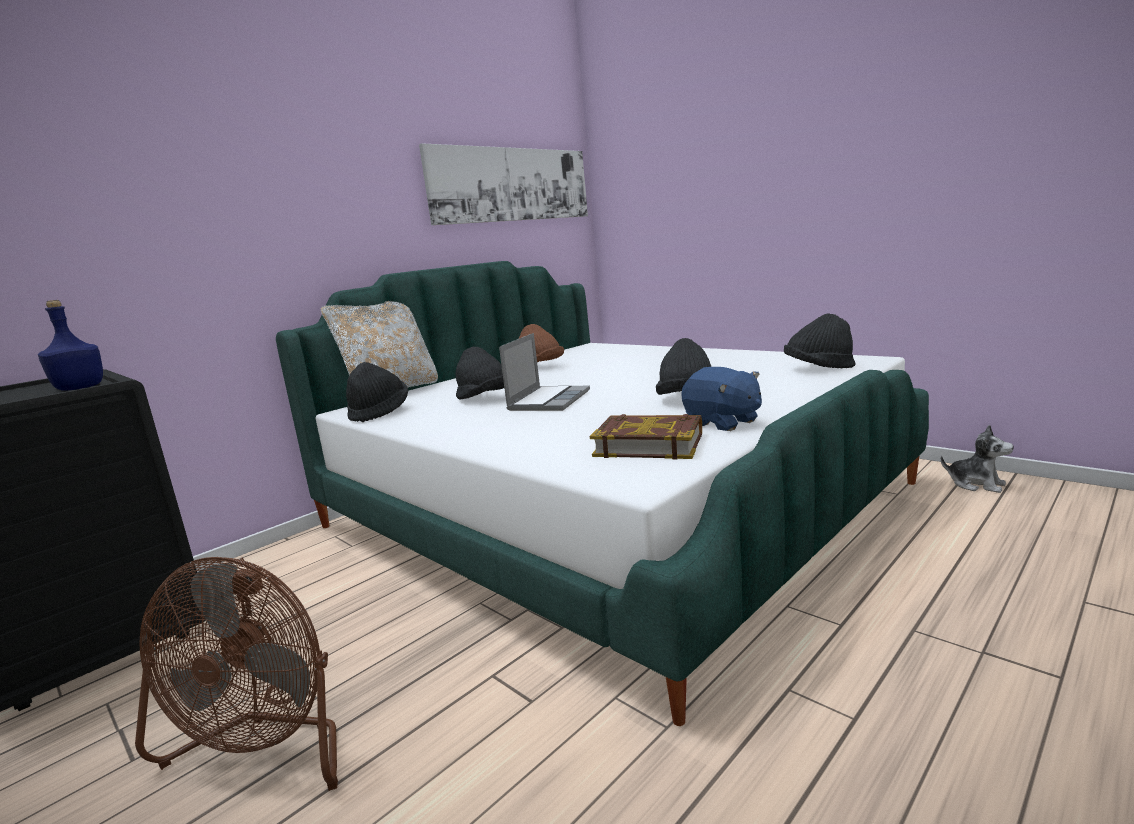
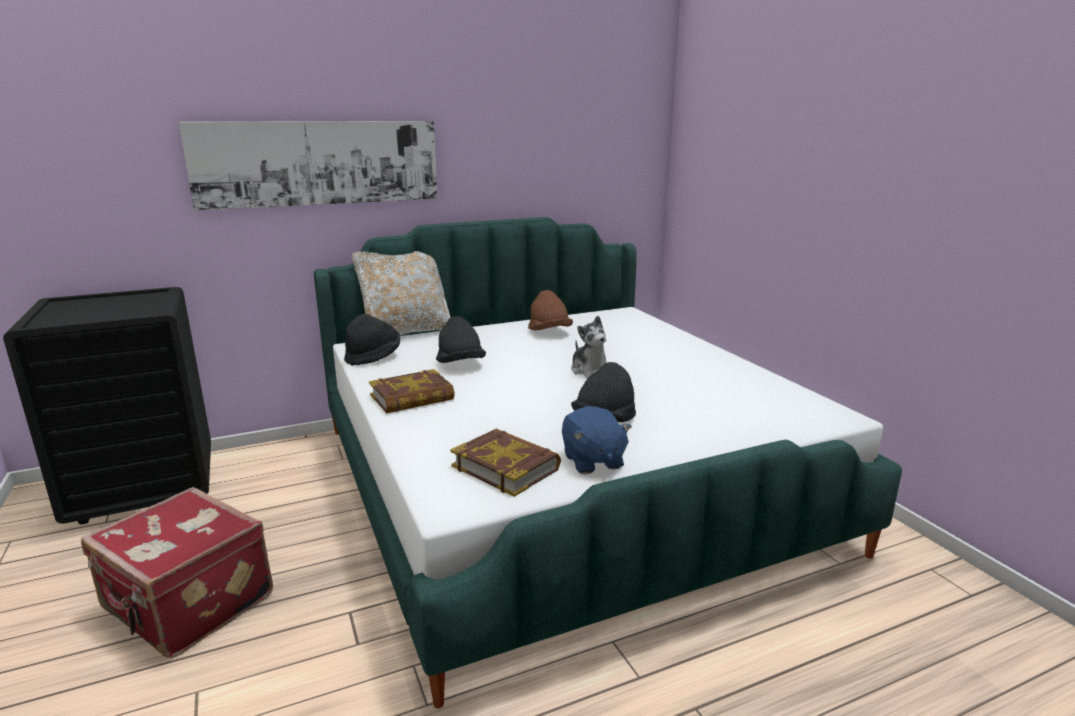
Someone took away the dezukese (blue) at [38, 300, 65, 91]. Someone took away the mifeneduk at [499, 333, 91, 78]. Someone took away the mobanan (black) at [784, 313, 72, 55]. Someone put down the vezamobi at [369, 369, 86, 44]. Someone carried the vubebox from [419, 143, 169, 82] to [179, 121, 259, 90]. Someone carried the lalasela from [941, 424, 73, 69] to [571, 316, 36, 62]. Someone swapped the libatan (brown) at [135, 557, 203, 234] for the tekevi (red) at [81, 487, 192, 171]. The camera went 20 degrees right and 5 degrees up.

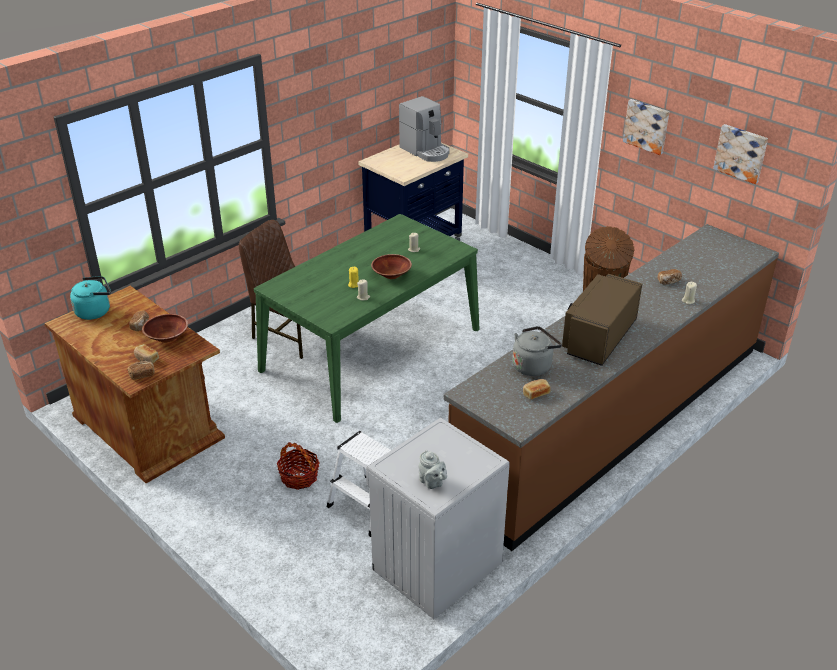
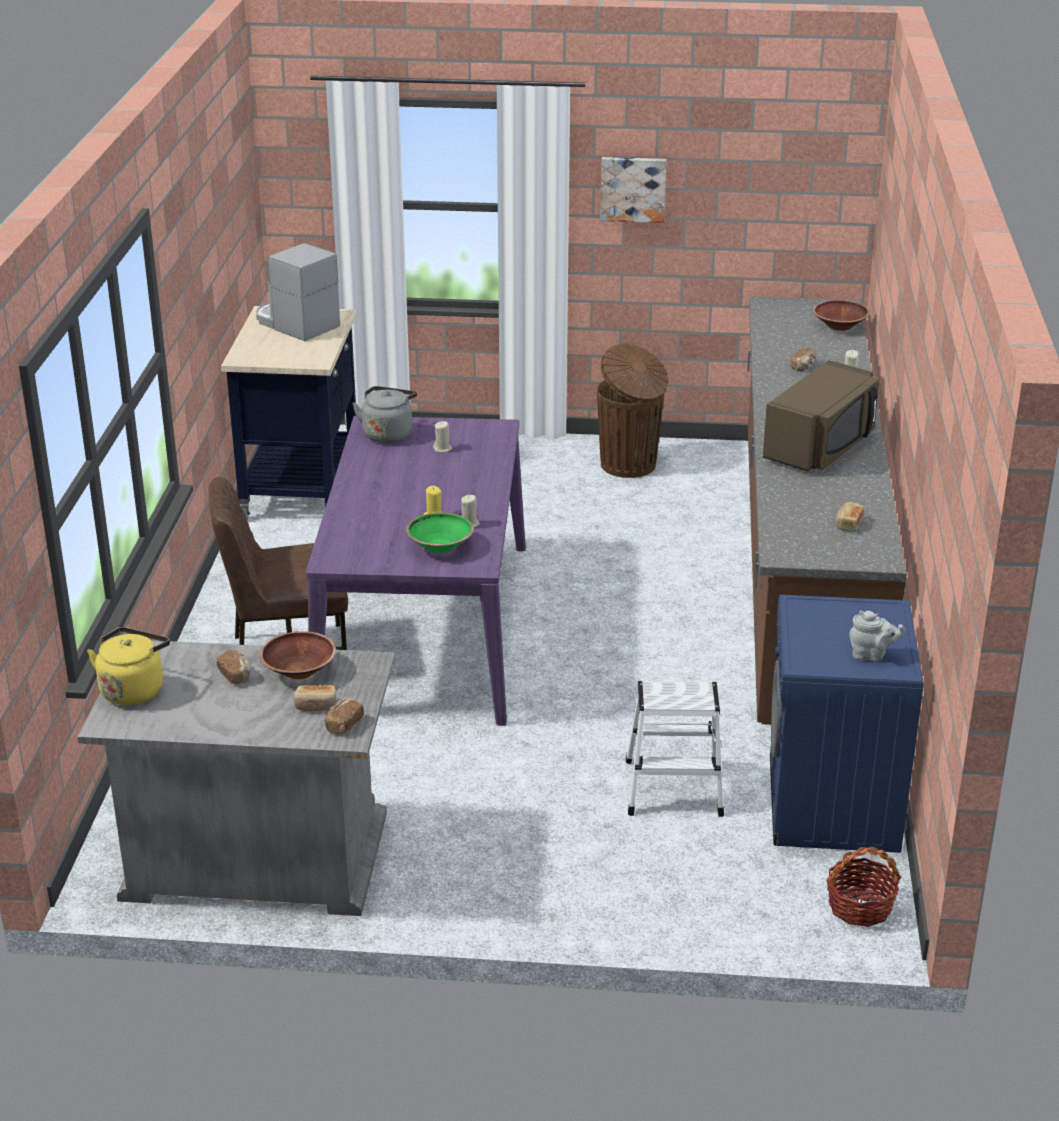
Someone took away the vubebox at [713, 124, 55, 60]. Someone put down the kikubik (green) at [406, 513, 68, 40]. Someone carried the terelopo from [277, 442, 42, 48] to [826, 847, 75, 80]. Someone carried the kikubik (brown) from [371, 254, 41, 25] to [813, 300, 57, 31]. Someone carried the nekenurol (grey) from [512, 326, 50, 50] to [352, 386, 65, 57]. Someone repainted the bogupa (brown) at [44, 286, 181, 197], which became the bogupa (grey) at [77, 640, 318, 276]. Someone repainted the nekenurol (turquoise) at [70, 276, 41, 44], which became the nekenurol (yellow) at [87, 627, 83, 78]. Someone repainted the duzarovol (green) at [254, 214, 226, 209], which became the duzarovol (purple) at [306, 416, 220, 310]. Someone repainted the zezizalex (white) at [366, 418, 144, 201], which became the zezizalex (blue) at [770, 595, 154, 258]. Someone rotated the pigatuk at [399, 96, 51, 66] by 150 degrees counterclockwise. Someone rotated the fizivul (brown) at [562, 274, 80, 92] by 135 degrees counterclockwise. The camera went 40 degrees left and 5 degrees down.

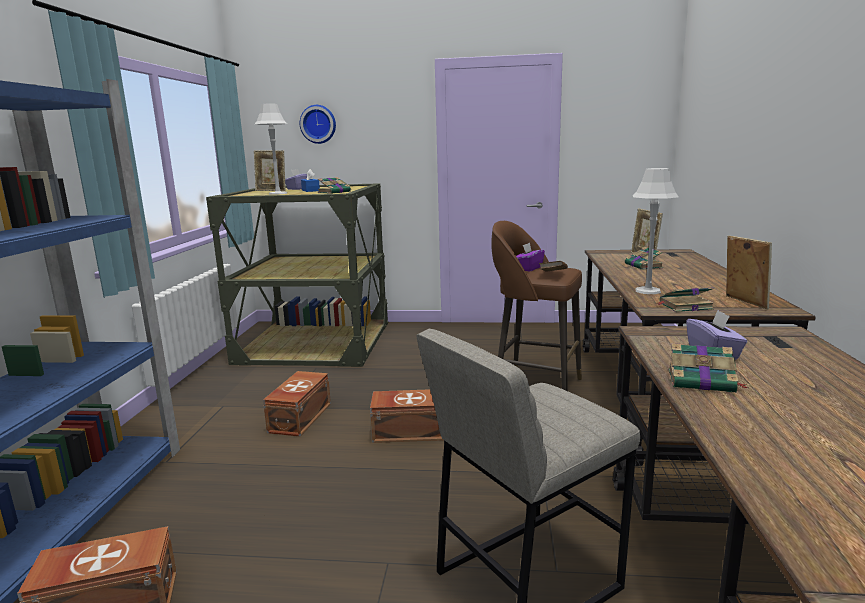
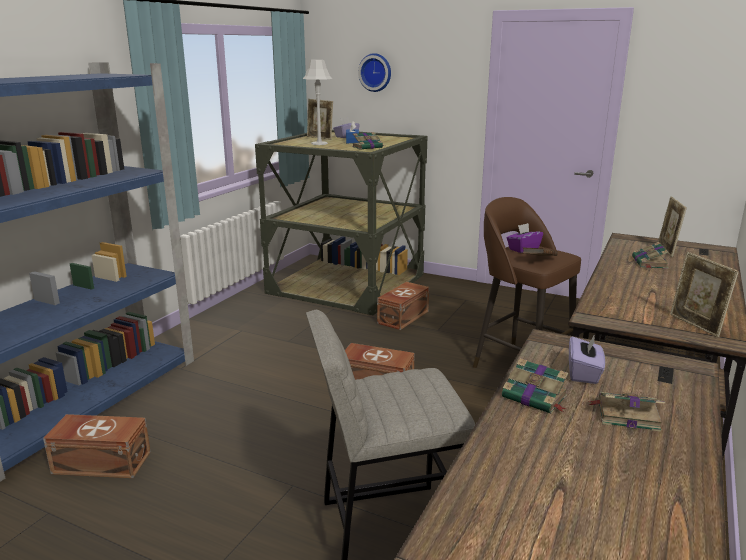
Someone took away the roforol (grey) at [633, 168, 46, 126]. Someone carried the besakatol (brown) from [263, 371, 68, 66] to [377, 282, 52, 48]. Someone carried the vezamobi from [656, 287, 58, 25] to [589, 392, 76, 40]. Someone rotated the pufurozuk at [726, 236, 46, 73] by 150 degrees clockwise. The camera went 20 degrees right and 5 degrees up.

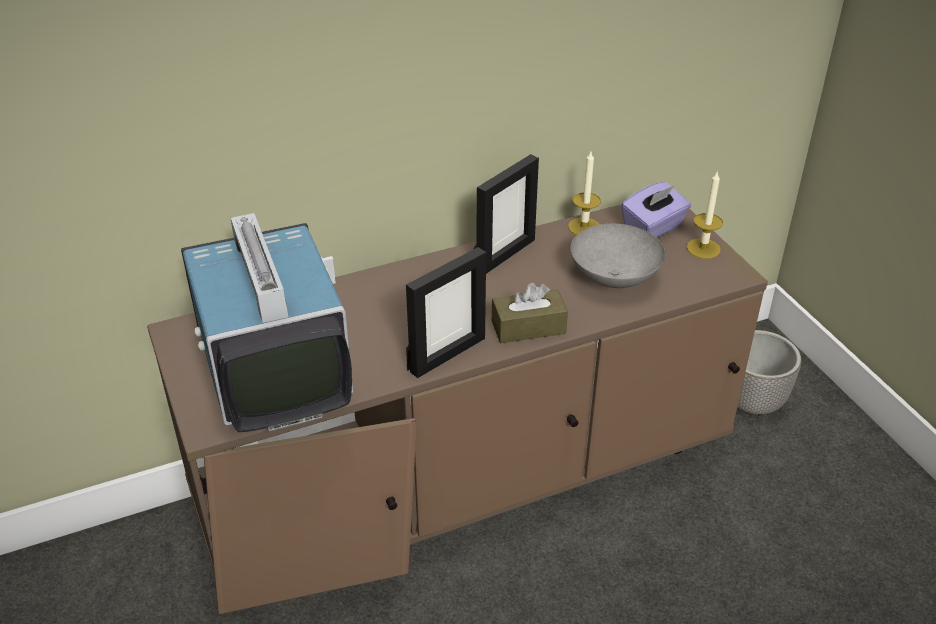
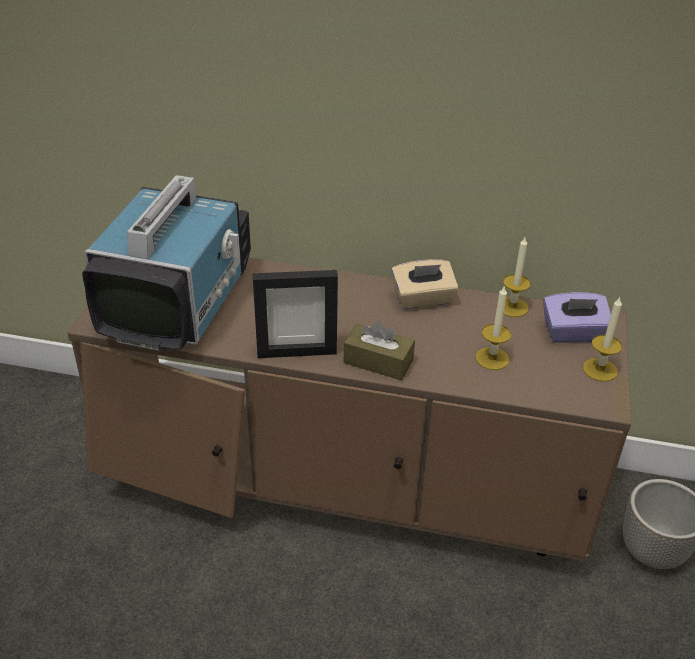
Someone swapped the pufurozuk at [474, 154, 65, 120] for the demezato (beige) at [391, 259, 67, 51]. Someone swapped the kikubik (grey) at [571, 224, 94, 64] for the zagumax at [476, 285, 35, 85]. The camera went 35 degrees right and 0 degrees up.

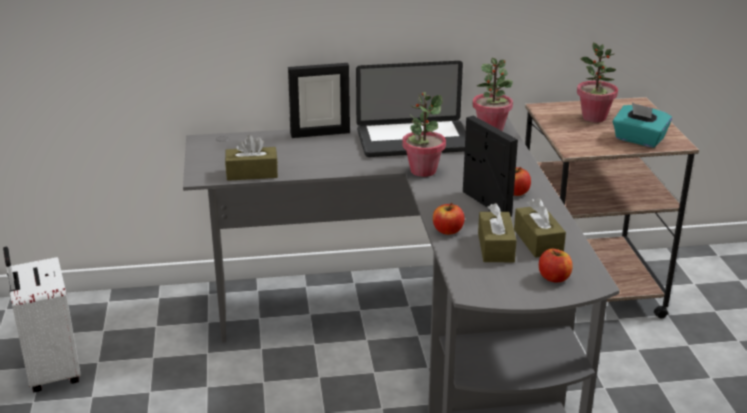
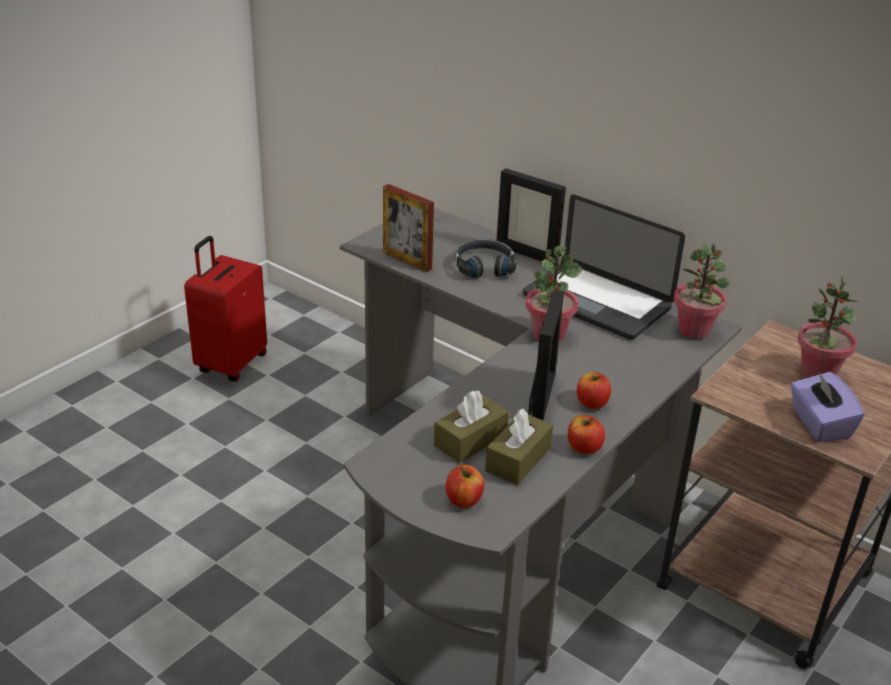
Someone put down the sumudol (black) at [456, 239, 60, 39]. Someone carried the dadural from [433, 203, 31, 32] to [568, 415, 37, 39]. Someone swapped the demezato (brown) at [225, 135, 53, 46] for the pufurozuk at [383, 184, 51, 88]. Someone repainted the tekevi (white) at [3, 247, 78, 145], which became the tekevi (red) at [184, 236, 83, 146]. Someone repainted the demezato (turquoise) at [613, 103, 59, 45], which became the demezato (purple) at [791, 372, 73, 70]. The camera went 45 degrees right and 5 degrees up.

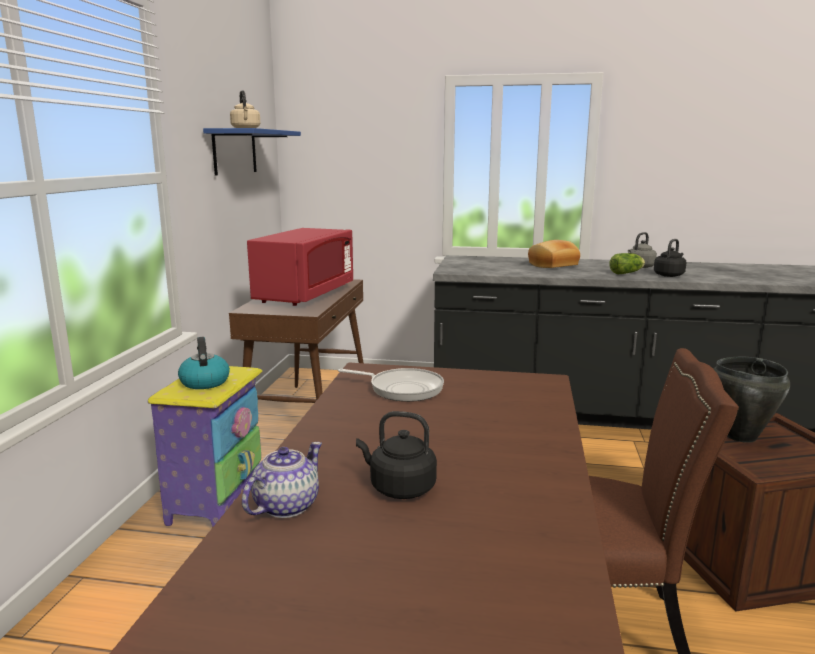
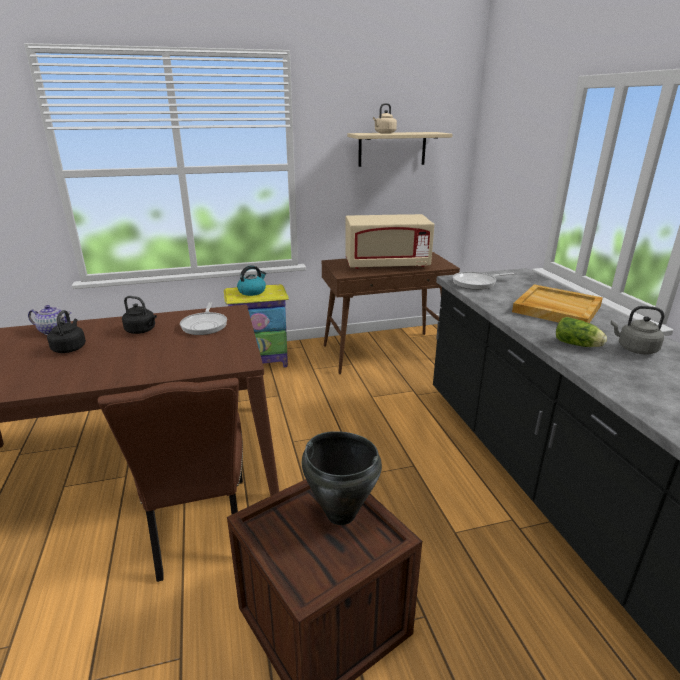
Someone put down the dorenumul at [453, 272, 61, 18]. Someone carried the nekenurol (black) from [654, 239, 32, 38] to [122, 296, 35, 38]. Someone swapped the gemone at [528, 240, 52, 28] for the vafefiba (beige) at [512, 284, 91, 39]. Someone repainted the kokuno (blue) at [203, 128, 98, 48], which became the kokuno (beige) at [347, 132, 106, 35]. Someone repainted the fizivul (red) at [247, 228, 106, 78], which became the fizivul (beige) at [345, 214, 89, 55]. The camera went 65 degrees right and 10 degrees up.

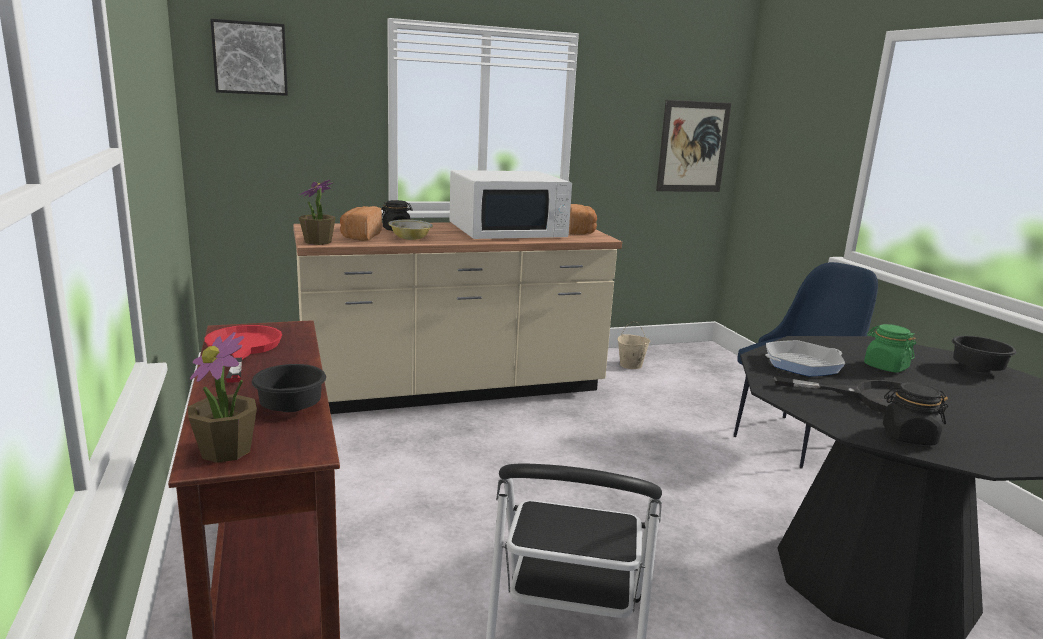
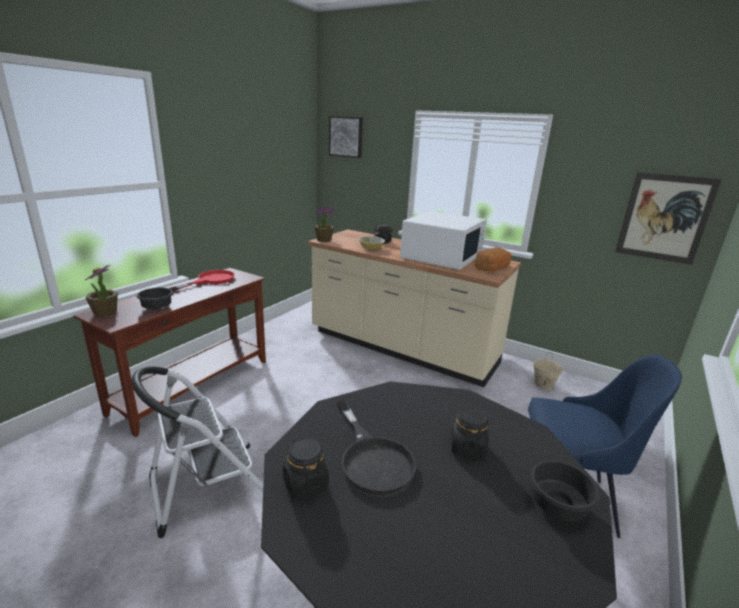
Someone took away the gemone at [340, 206, 42, 35]. Someone took away the dorenumul at [766, 340, 79, 36]. Someone repainted the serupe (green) at [864, 324, 52, 49], which became the serupe (black) at [451, 407, 38, 52]. Someone rotated the fizivul (white) at [450, 170, 122, 69] by 90 degrees counterclockwise. The camera went 50 degrees right and 5 degrees up.

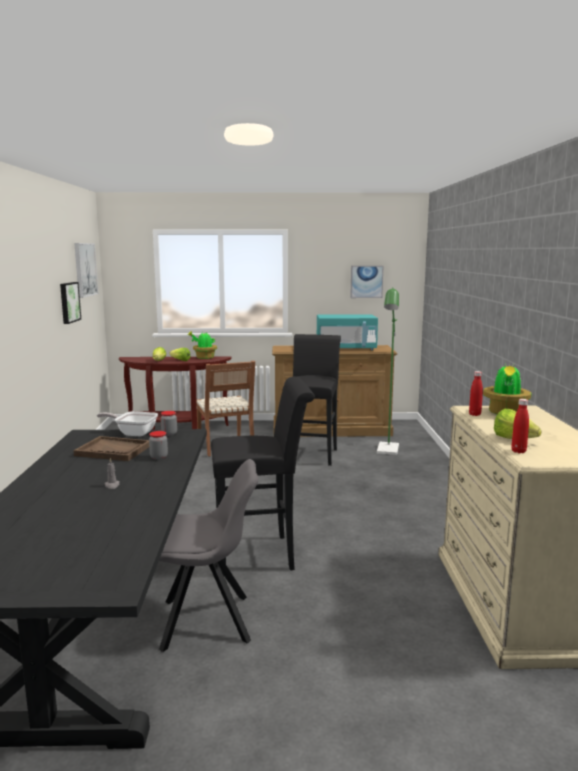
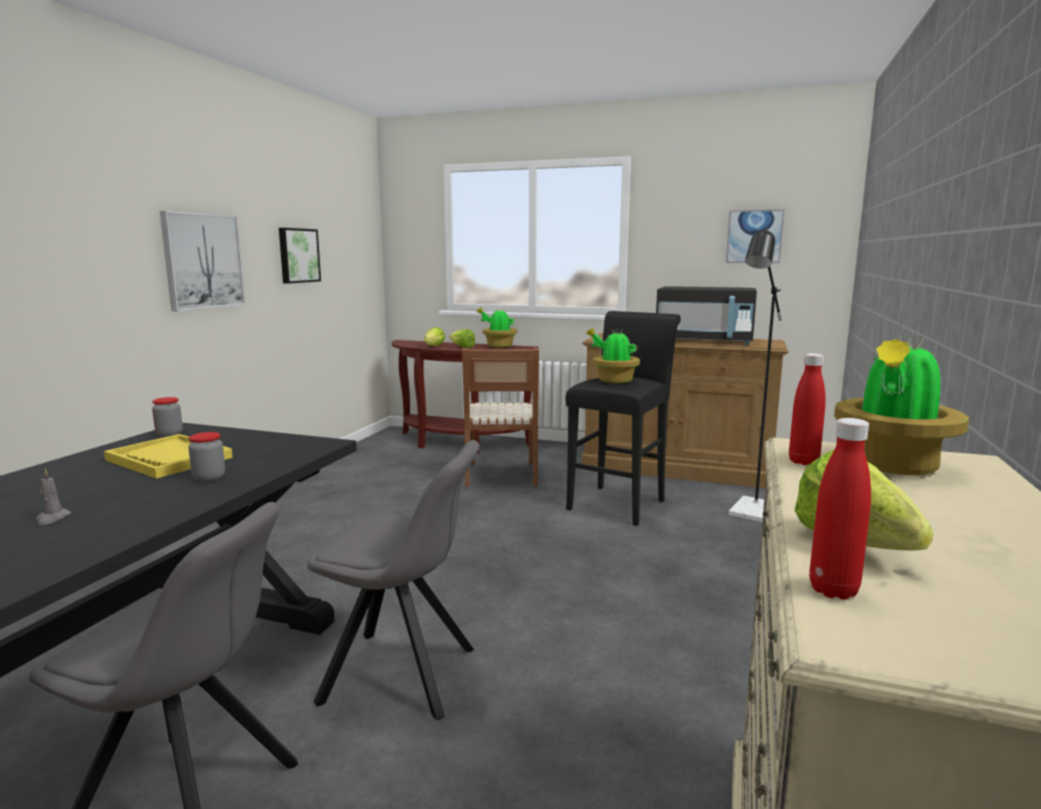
Someone took away the dorenumul at [97, 411, 61, 25]. Someone put down the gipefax at [585, 327, 55, 56]. Someone carried the vubebox from [74, 243, 24, 55] to [160, 211, 86, 100]. Someone carried the serupe from [161, 411, 16, 25] to [152, 397, 31, 40]. Someone swapped the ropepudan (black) at [211, 376, 104, 194] for the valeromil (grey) at [307, 440, 172, 280]. Someone repainted the vafefiba (brown) at [73, 436, 76, 25], which became the vafefiba (yellow) at [104, 434, 129, 45]. Someone repainted the fizivul (turquoise) at [317, 315, 61, 35], which became the fizivul (black) at [656, 286, 101, 59]. Someone repainted the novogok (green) at [377, 287, 22, 168], which became the novogok (black) at [729, 228, 53, 294]. The camera went 20 degrees right and 0 degrees up.

